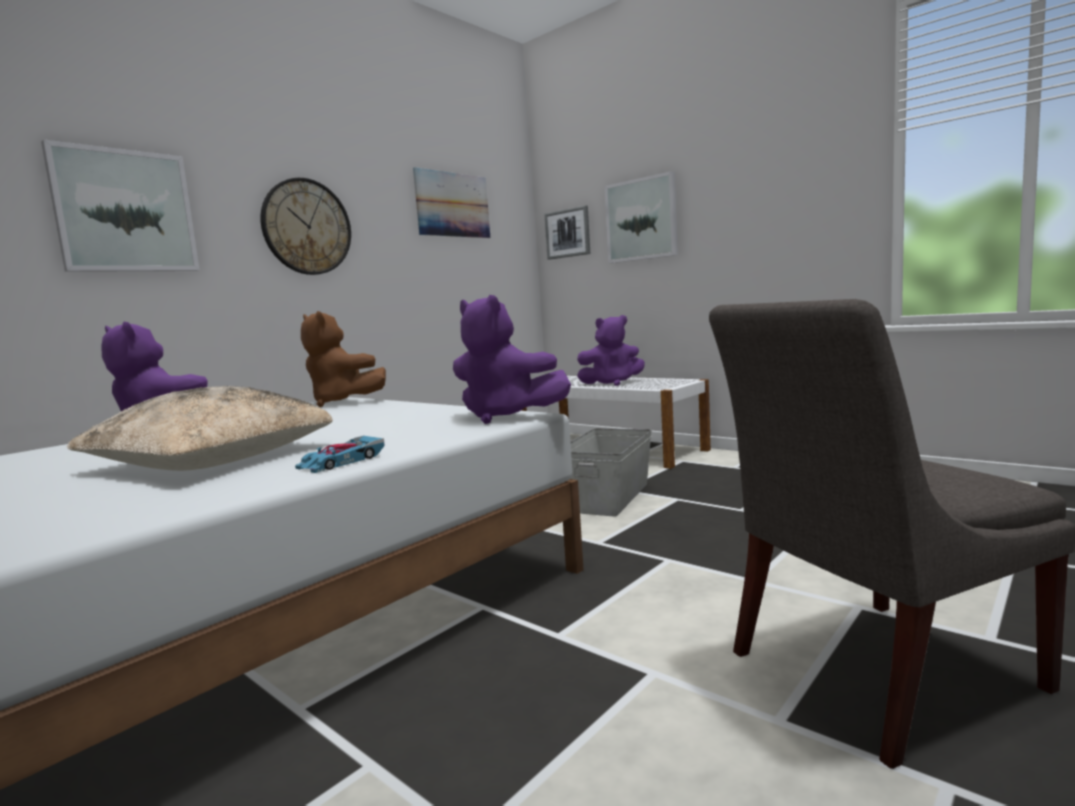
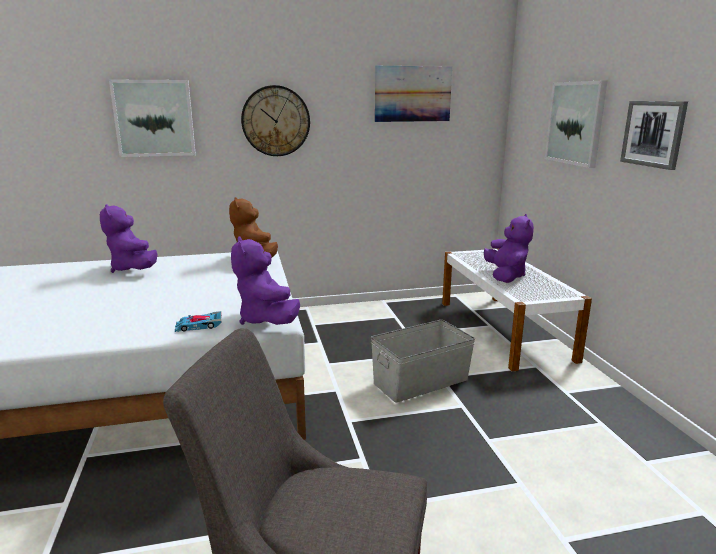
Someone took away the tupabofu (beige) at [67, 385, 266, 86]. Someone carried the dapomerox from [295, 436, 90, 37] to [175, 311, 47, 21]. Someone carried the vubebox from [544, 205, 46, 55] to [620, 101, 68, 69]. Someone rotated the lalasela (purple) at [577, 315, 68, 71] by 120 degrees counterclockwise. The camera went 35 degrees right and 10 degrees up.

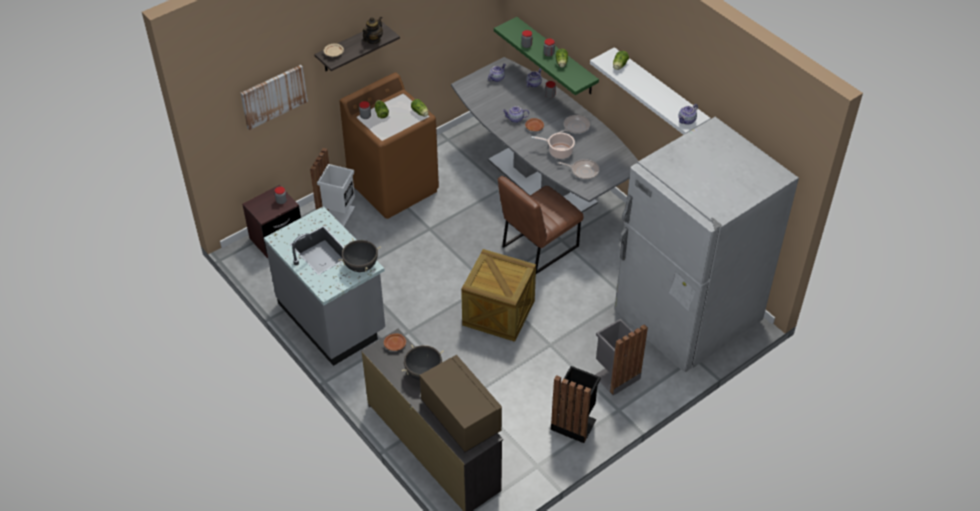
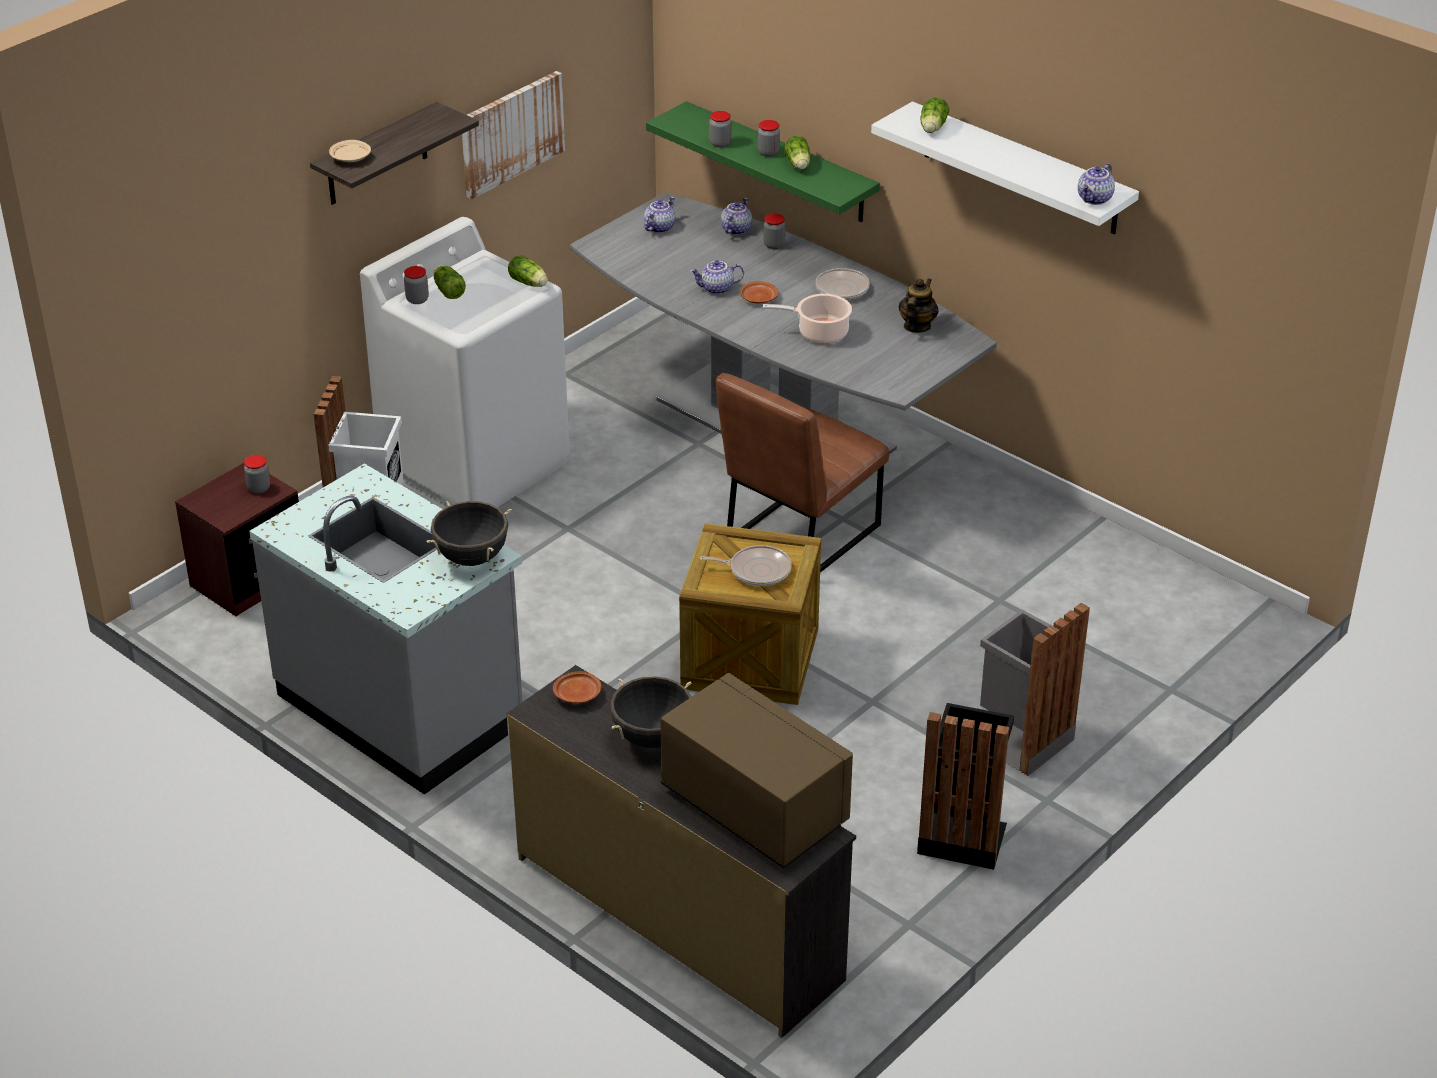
Someone took away the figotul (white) at [614, 117, 185, 255]. Someone carried the vubebox from [241, 65, 67, 65] to [462, 71, 103, 128]. Someone carried the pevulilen from [363, 16, 20, 28] to [899, 278, 40, 55]. Someone carried the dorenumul from [559, 159, 40, 21] to [700, 545, 92, 41]. Someone repainted the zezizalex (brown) at [340, 73, 99, 146], which became the zezizalex (white) at [360, 217, 210, 290]. The camera went 10 degrees left and 10 degrees down.

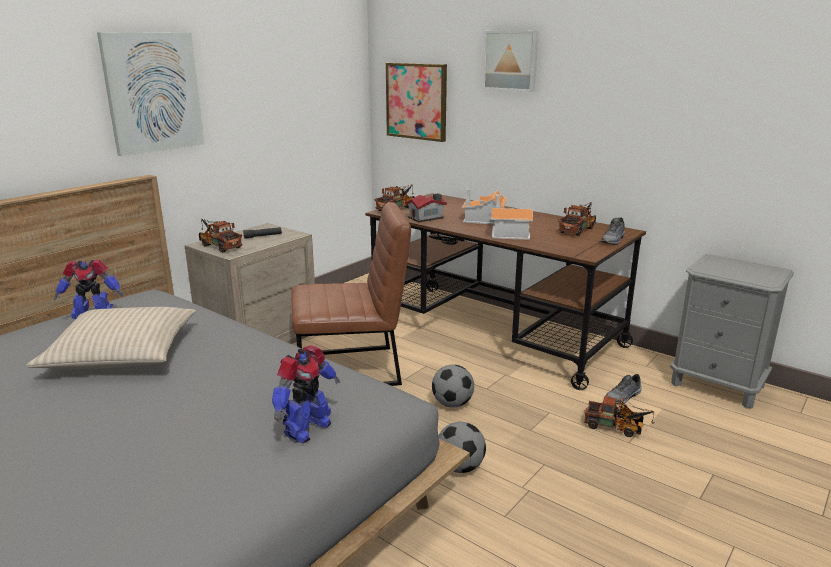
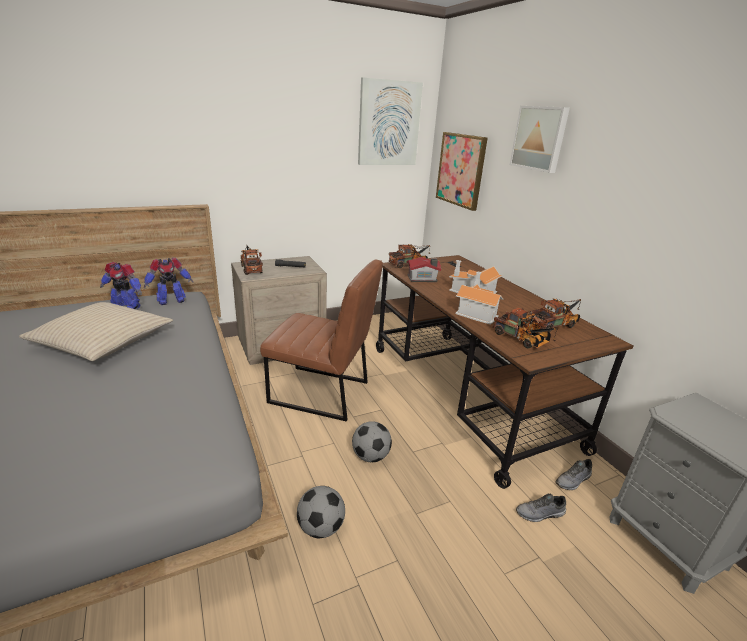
Someone carried the vubebox from [97, 32, 107, 124] to [358, 77, 65, 88]. Someone carried the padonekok from [272, 345, 68, 98] to [144, 258, 50, 47]. Someone carried the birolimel from [584, 395, 70, 42] to [493, 308, 64, 41]. Someone carried the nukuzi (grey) from [601, 217, 24, 28] to [556, 459, 36, 31]. The camera went 25 degrees right and 5 degrees up.

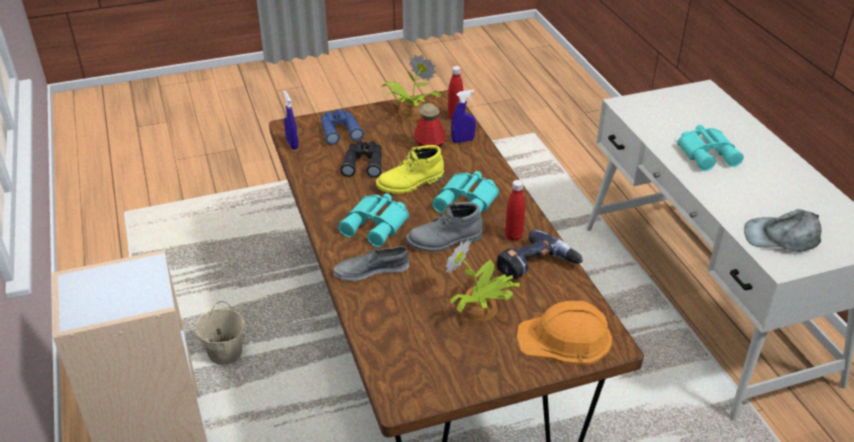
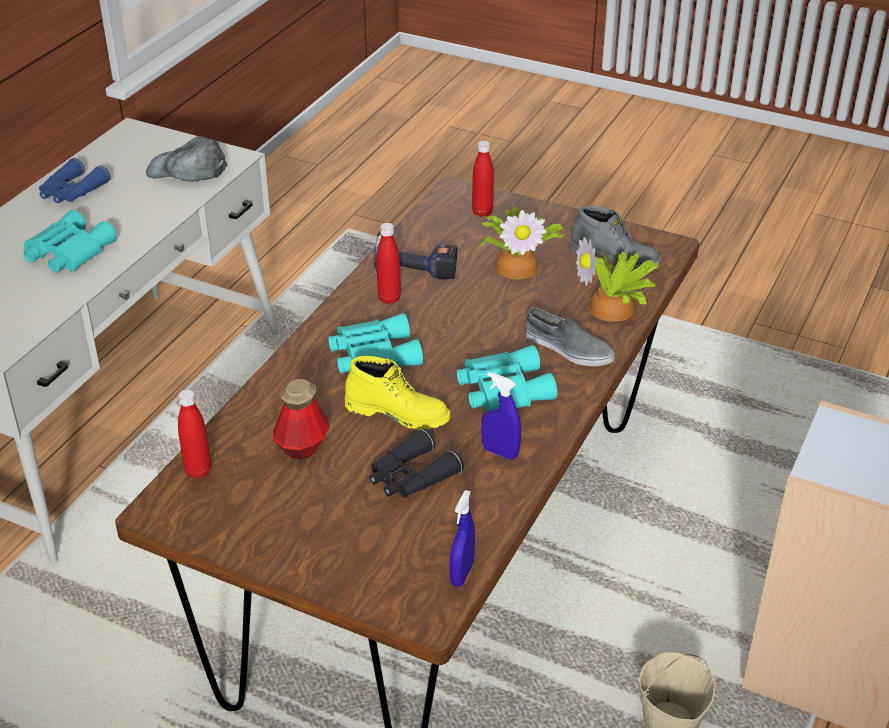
Someone carried the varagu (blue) from [321, 109, 43, 36] to [39, 158, 72, 45]. Someone carried the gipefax from [381, 55, 61, 65] to [576, 237, 83, 85]. Someone carried the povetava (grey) from [406, 202, 77, 50] to [570, 205, 91, 65]. Someone carried the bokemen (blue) from [451, 90, 25, 53] to [481, 372, 40, 88]. Someone swapped the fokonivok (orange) at [517, 301, 95, 64] for the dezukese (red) at [472, 140, 22, 77]. Someone rotated the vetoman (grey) at [744, 209, 78, 43] by 135 degrees clockwise. The camera went 135 degrees left and 0 degrees up.

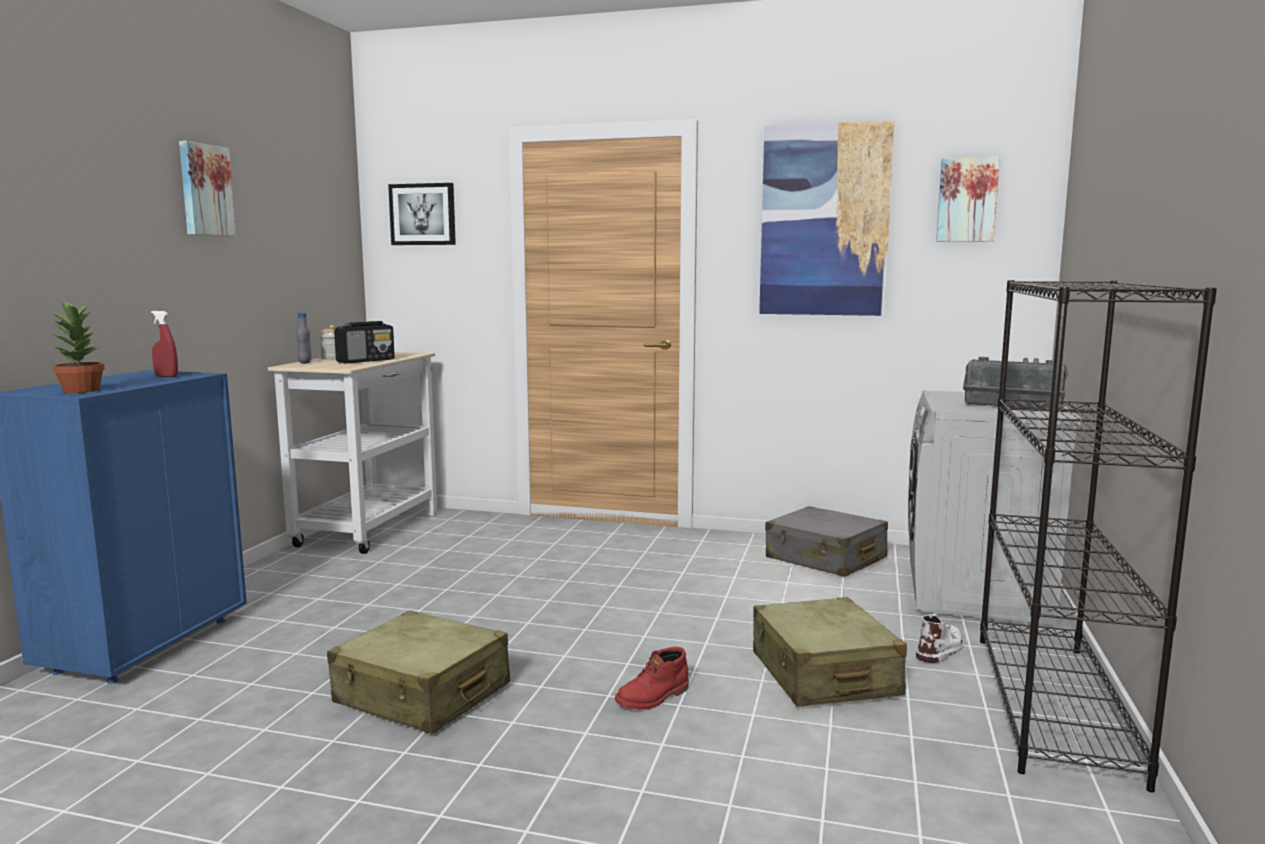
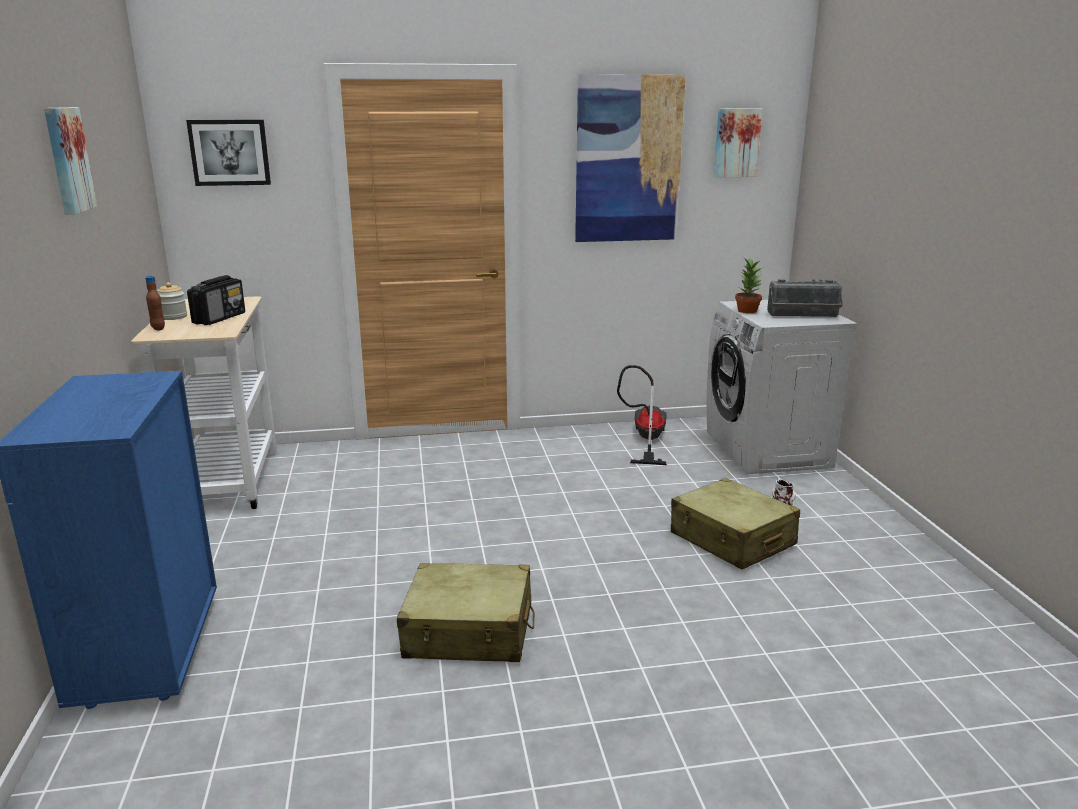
Someone took away the bokemen (red) at [151, 311, 27, 66]. Someone took away the povetava (red) at [615, 647, 74, 63]. Someone took away the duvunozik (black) at [980, 280, 237, 513]. Someone carried the gipefax from [49, 300, 56, 93] to [735, 258, 29, 55]. Someone swapped the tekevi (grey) at [765, 506, 123, 71] for the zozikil at [617, 365, 50, 100]. Someone repainted the dezukese (grey) at [296, 312, 15, 52], which became the dezukese (brown) at [145, 276, 20, 54]. The camera went 25 degrees left and 10 degrees up.

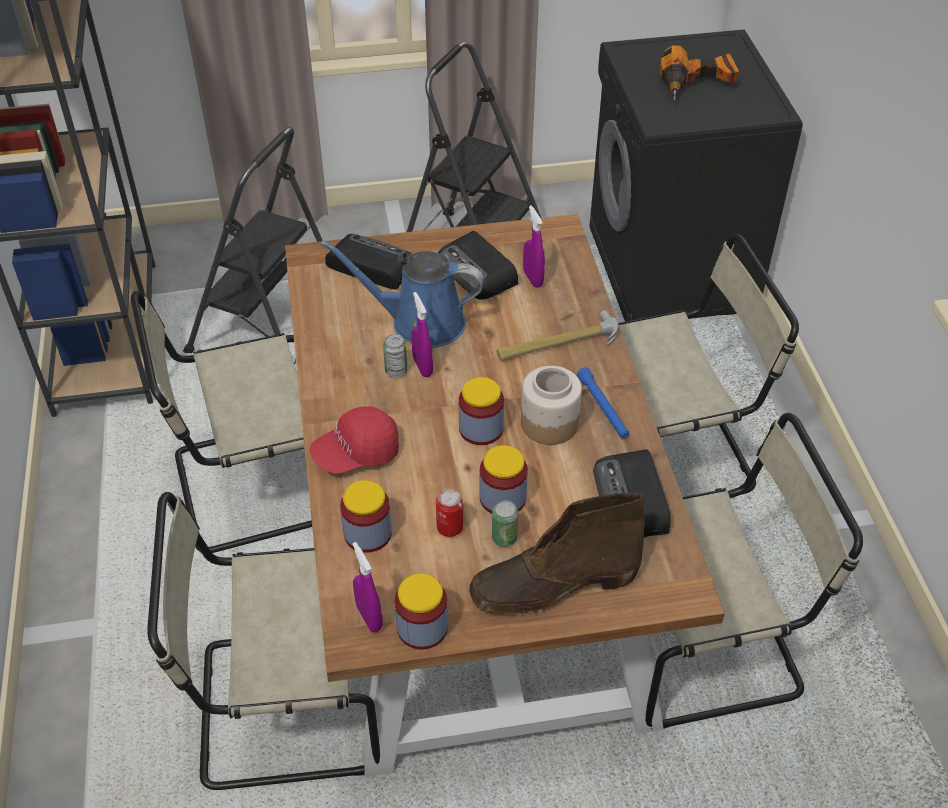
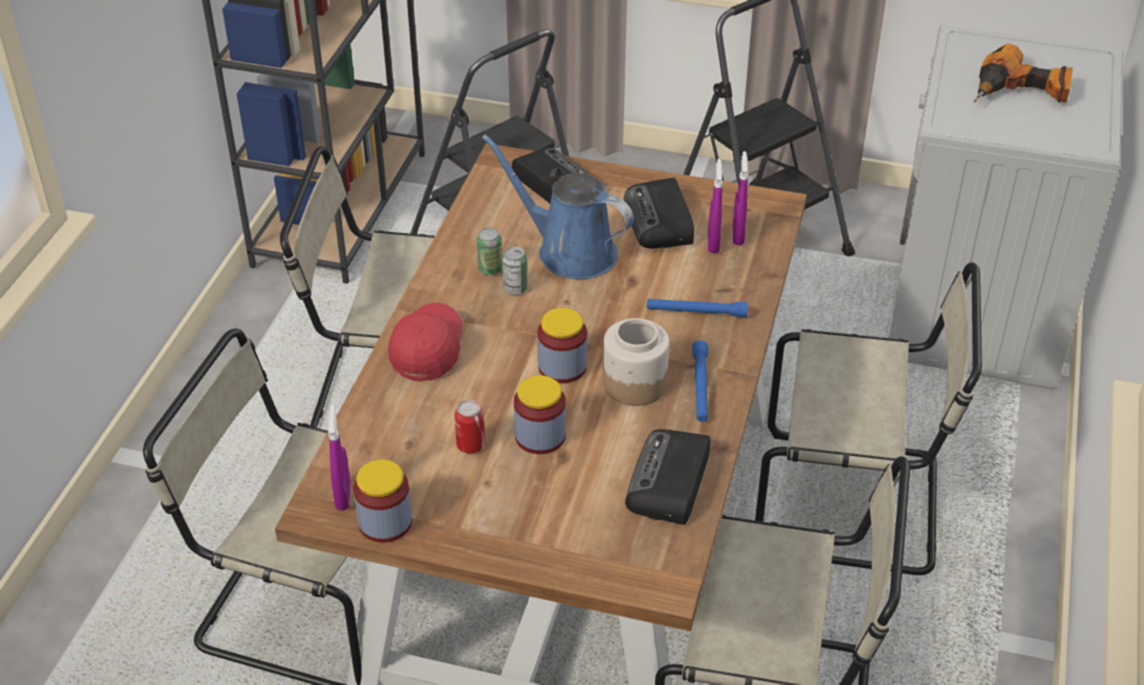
Someone took away the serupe at [340, 480, 52, 73]. Someone took away the povetava (brown) at [469, 493, 176, 123]. Someone carried the bokemen (purple) from [411, 292, 22, 85] to [732, 151, 16, 94]. Someone carried the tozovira from [492, 500, 26, 47] to [477, 228, 25, 48]. Someone swapped the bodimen at [497, 310, 121, 51] for the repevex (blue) at [647, 299, 101, 18]. Someone repainted the zezizalex (black) at [589, 29, 214, 293], which became the zezizalex (white) at [889, 25, 234, 365]. Someone rotated the vetoman (red) at [310, 406, 89, 68] by 105 degrees clockwise. The camera went 25 degrees right and 5 degrees down.

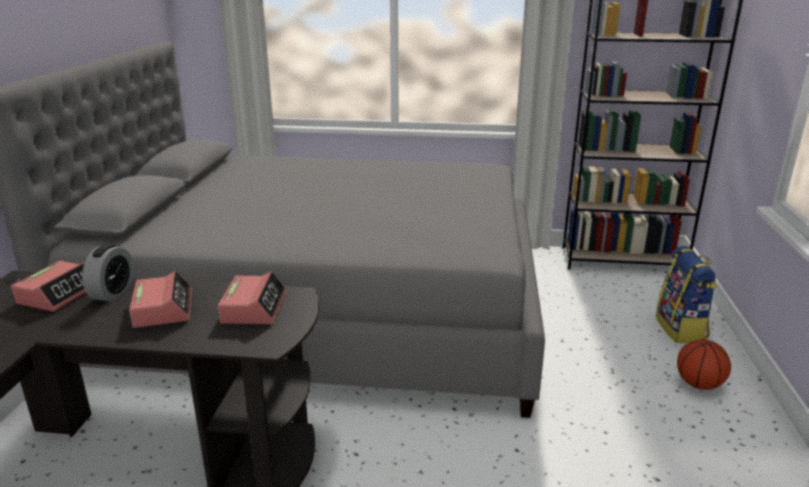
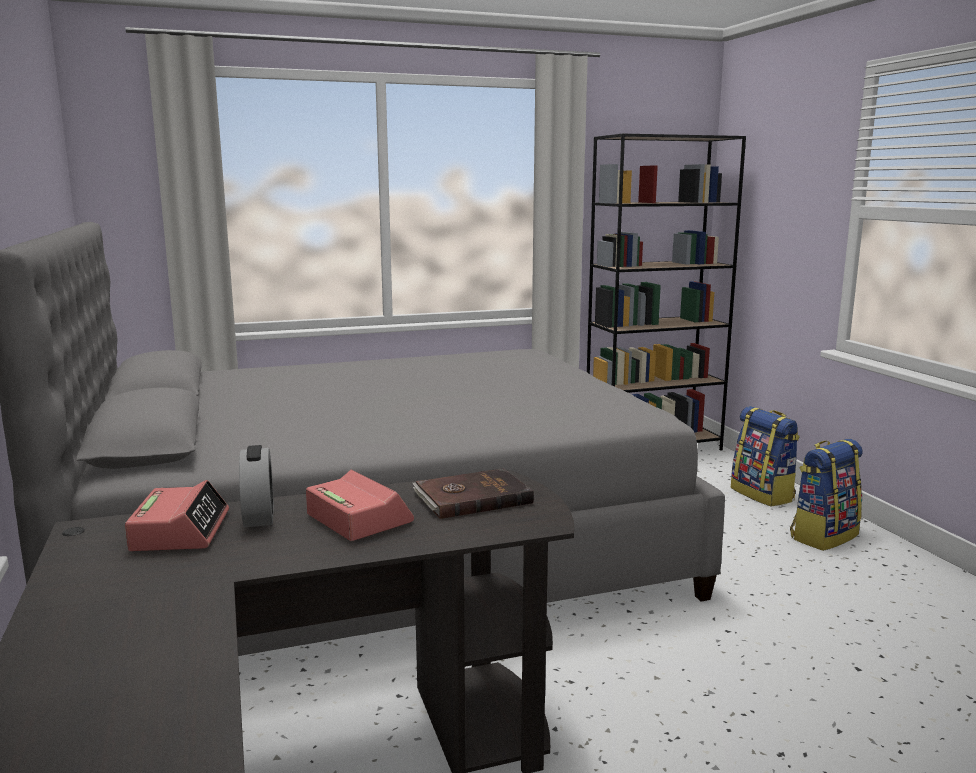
Someone swapped the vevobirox at [218, 272, 69, 52] for the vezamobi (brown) at [412, 468, 122, 51]. Someone swapped the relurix at [677, 339, 54, 51] for the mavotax at [790, 439, 73, 112]. The camera went 25 degrees left and 10 degrees down.

